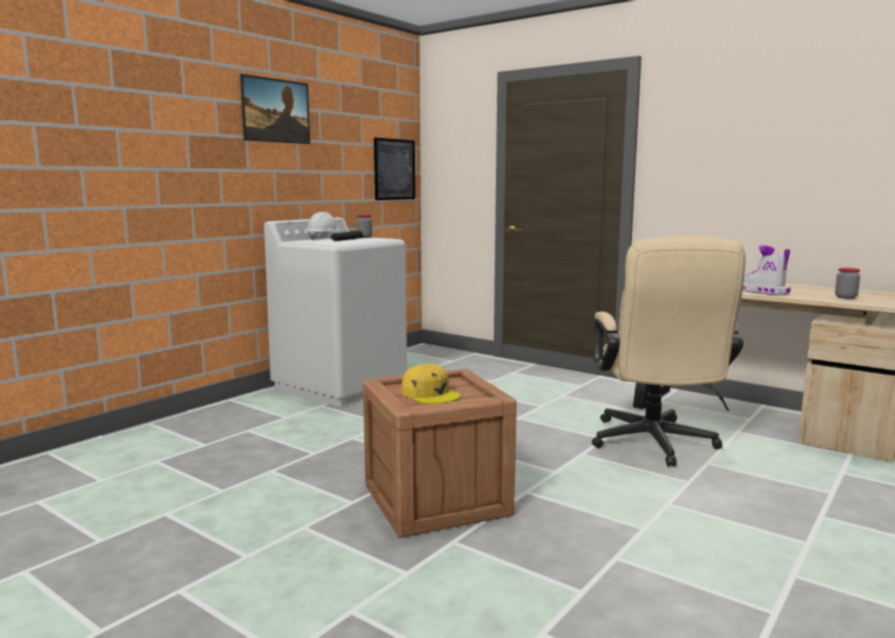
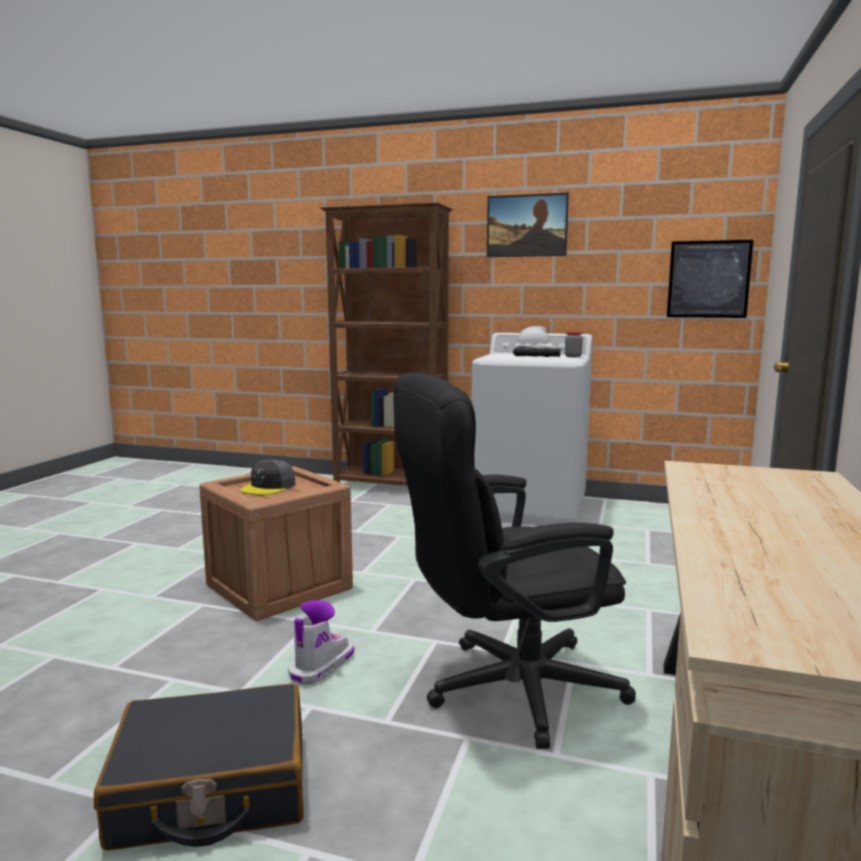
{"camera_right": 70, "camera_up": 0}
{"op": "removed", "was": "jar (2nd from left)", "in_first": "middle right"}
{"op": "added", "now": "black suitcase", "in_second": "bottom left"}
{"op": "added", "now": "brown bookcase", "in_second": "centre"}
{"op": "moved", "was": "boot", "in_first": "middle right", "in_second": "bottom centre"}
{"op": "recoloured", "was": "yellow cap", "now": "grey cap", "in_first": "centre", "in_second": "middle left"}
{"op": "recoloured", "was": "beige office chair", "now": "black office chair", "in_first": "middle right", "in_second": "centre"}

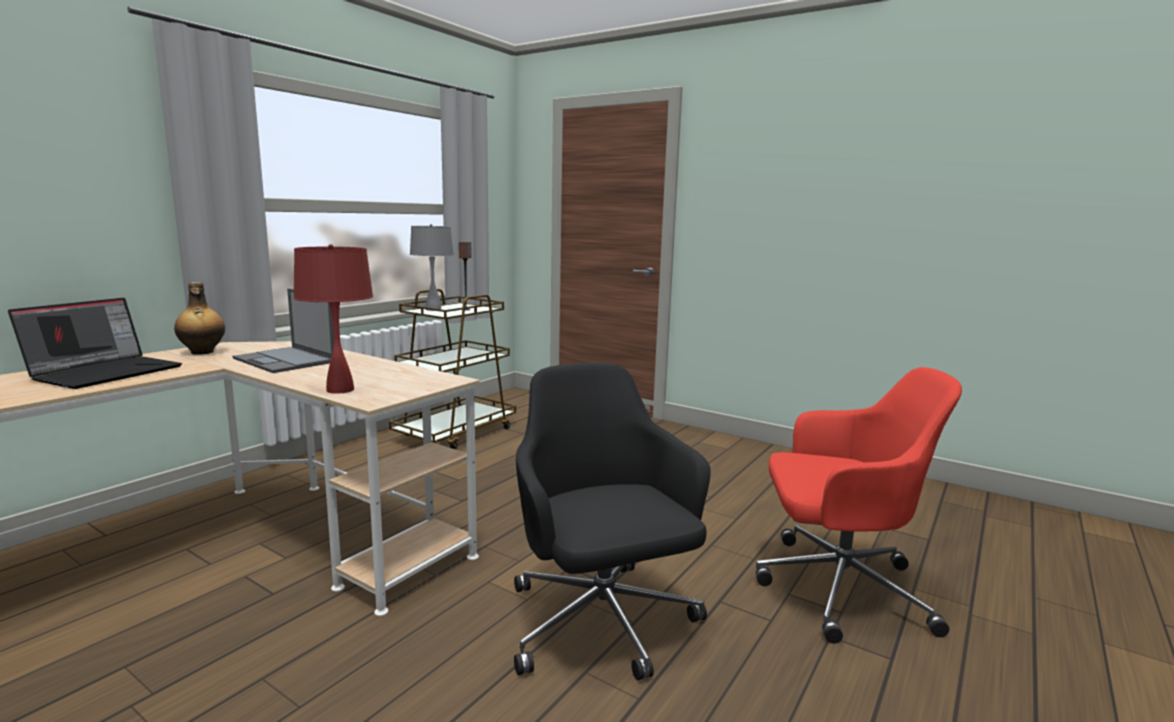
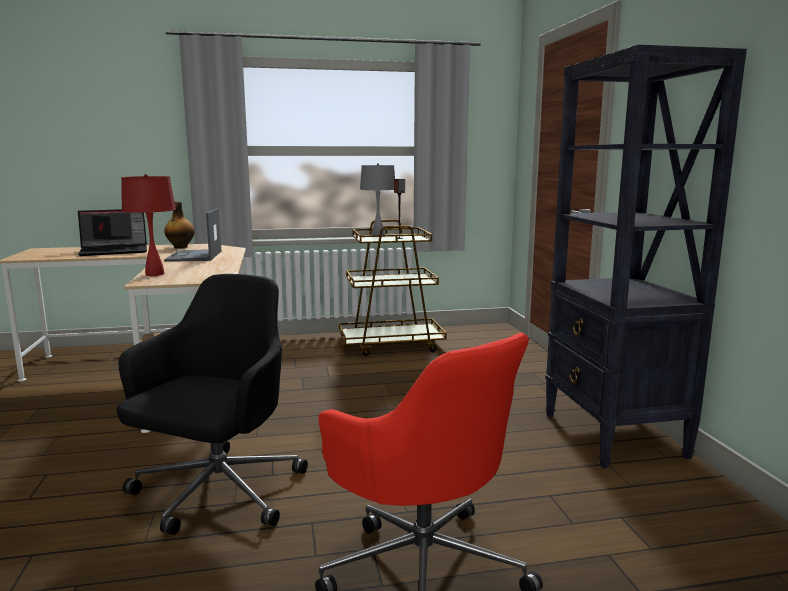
{"camera_right": 45, "camera_up": 0}
{"op": "added", "now": "black bookcase", "in_second": "middle right"}

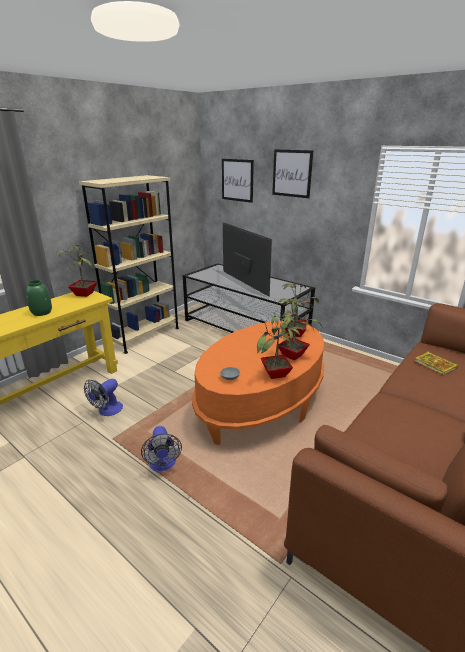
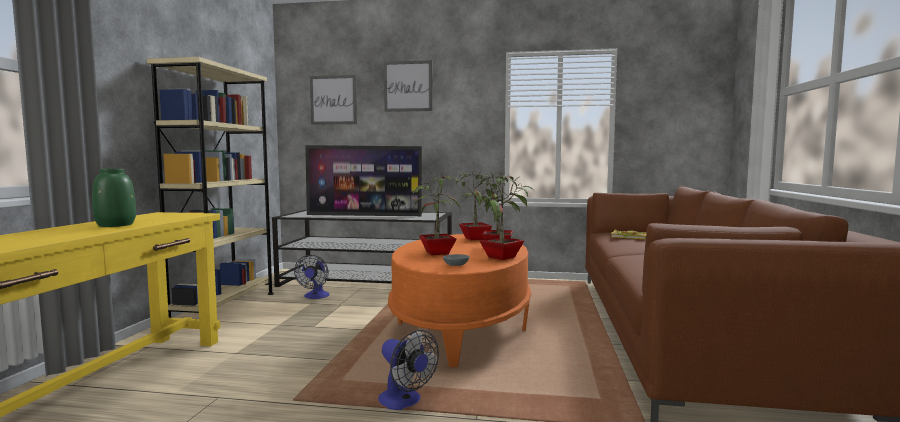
{"camera_right": -30, "camera_up": -20}
{"op": "moved", "was": "potted plant (1st from left)", "in_first": "middle left", "in_second": "centre"}
{"op": "moved", "was": "fan (1st from left)", "in_first": "middle left", "in_second": "centre"}
{"op": "turned", "was": "television", "in_first": "centre", "in_second": "centre", "clockwise": 150}

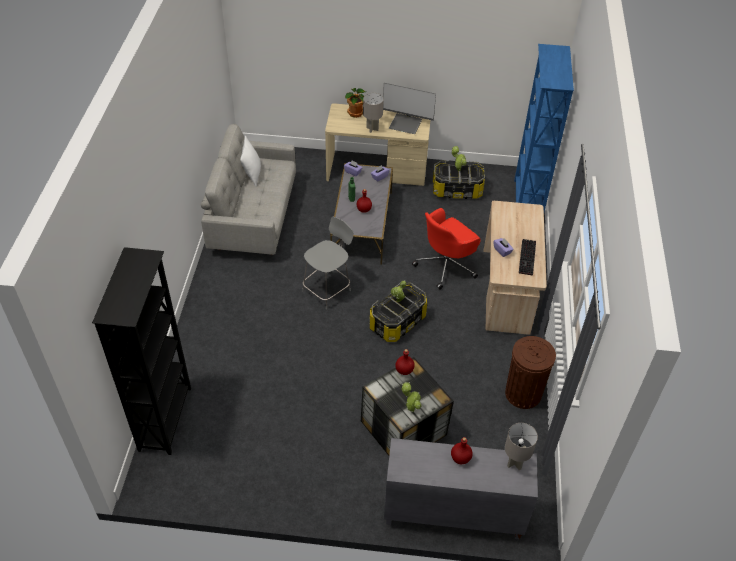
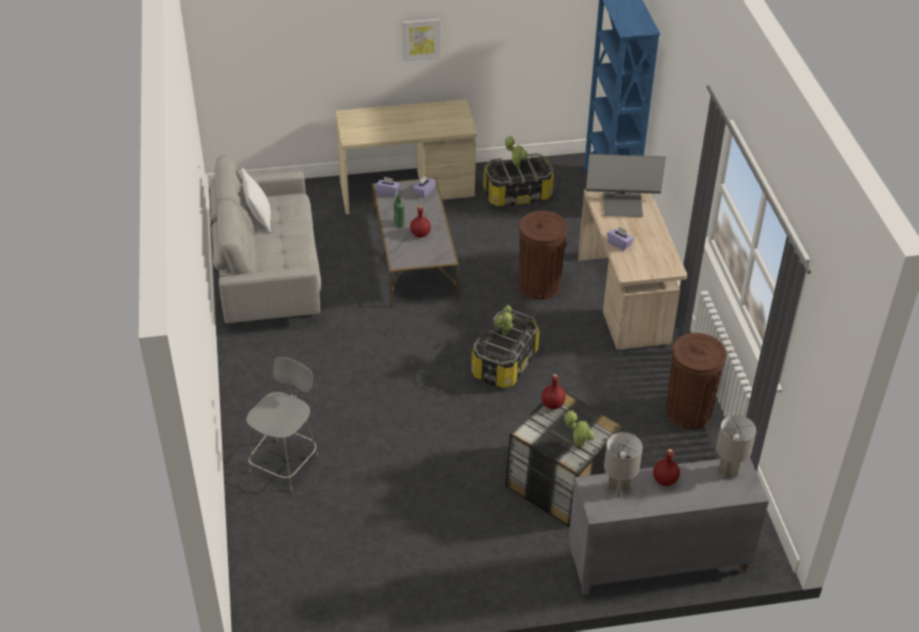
{"camera_right": -15, "camera_up": -5}
{"op": "removed", "was": "black bookcase", "in_first": "middle left"}
{"op": "removed", "was": "potted plant (1st from left)", "in_first": "top centre"}
{"op": "removed", "was": "keyboard", "in_first": "middle right"}
{"op": "added", "now": "picture", "in_second": "top centre"}
{"op": "moved", "was": "grey chair", "in_first": "centre", "in_second": "bottom left"}
{"op": "moved", "was": "grey table lamp (1st from left)", "in_first": "top centre", "in_second": "bottom right"}
{"op": "moved", "was": "monitor", "in_first": "top centre", "in_second": "top right"}
{"op": "replaced", "was": "red office chair", "now": "brown trash can (1st from left)", "in_first": "centre", "in_second": "centre"}

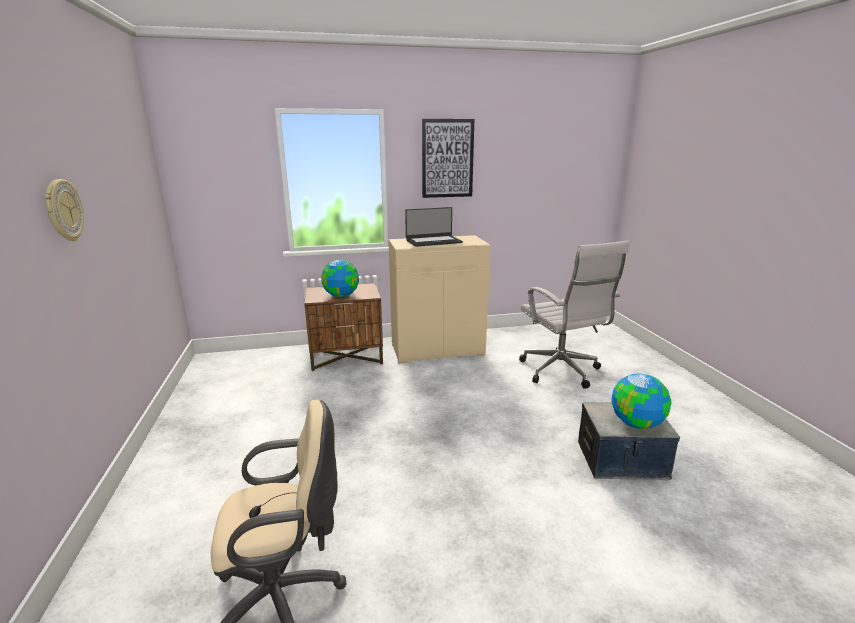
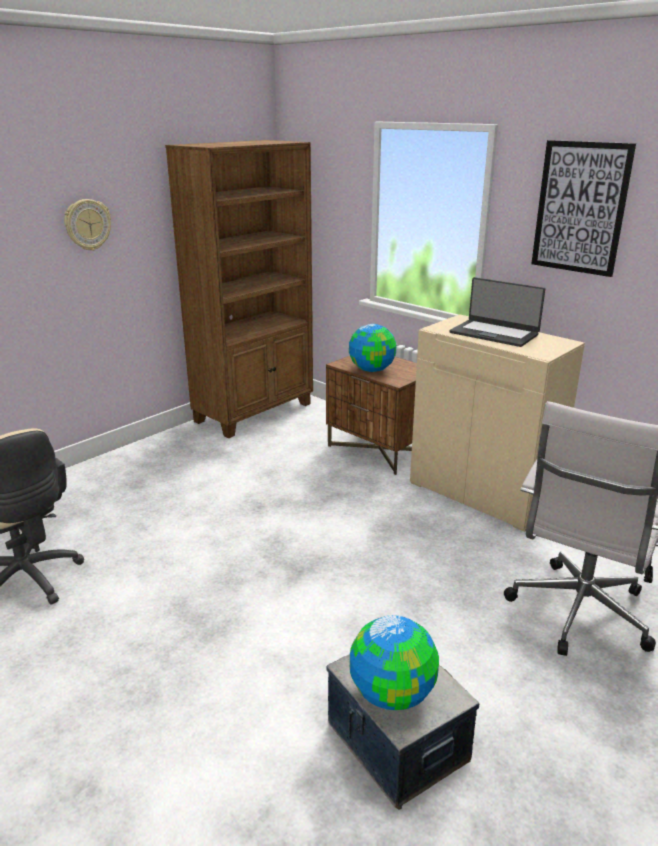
{"camera_right": 55, "camera_up": 5}
{"op": "added", "now": "brown bookcase", "in_second": "centre"}

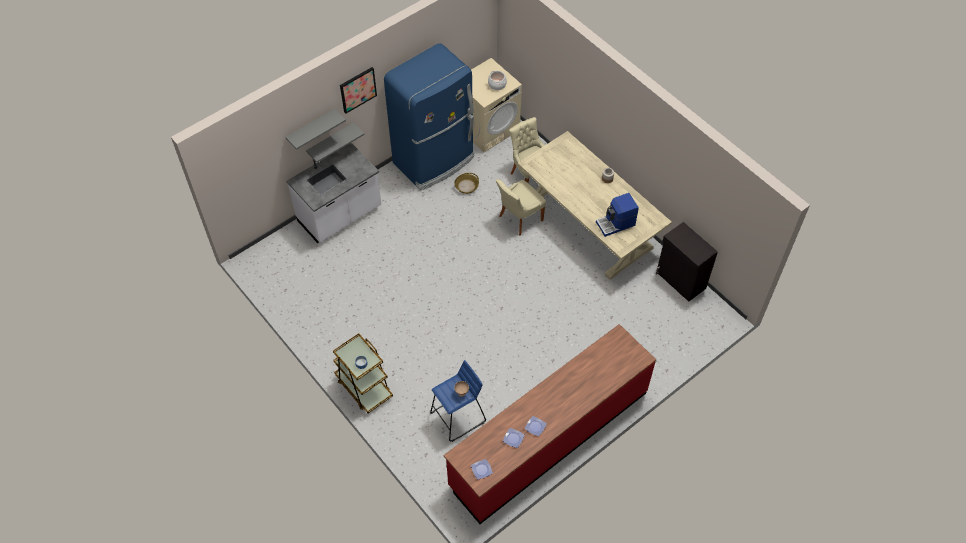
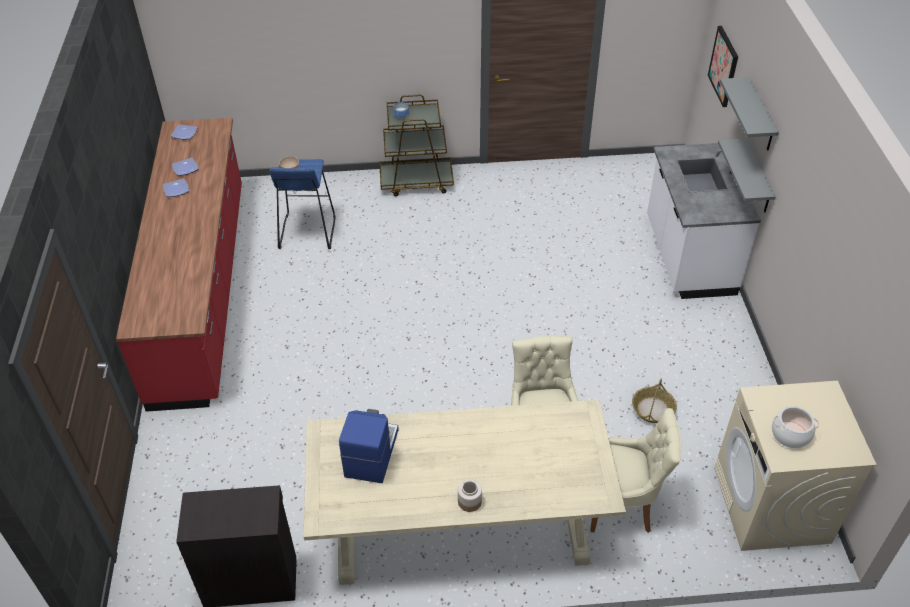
{"camera_right": 125, "camera_up": -10}
{"op": "removed", "was": "blue fridge", "in_first": "top centre"}
{"op": "moved", "was": "picture", "in_first": "top centre", "in_second": "top right"}

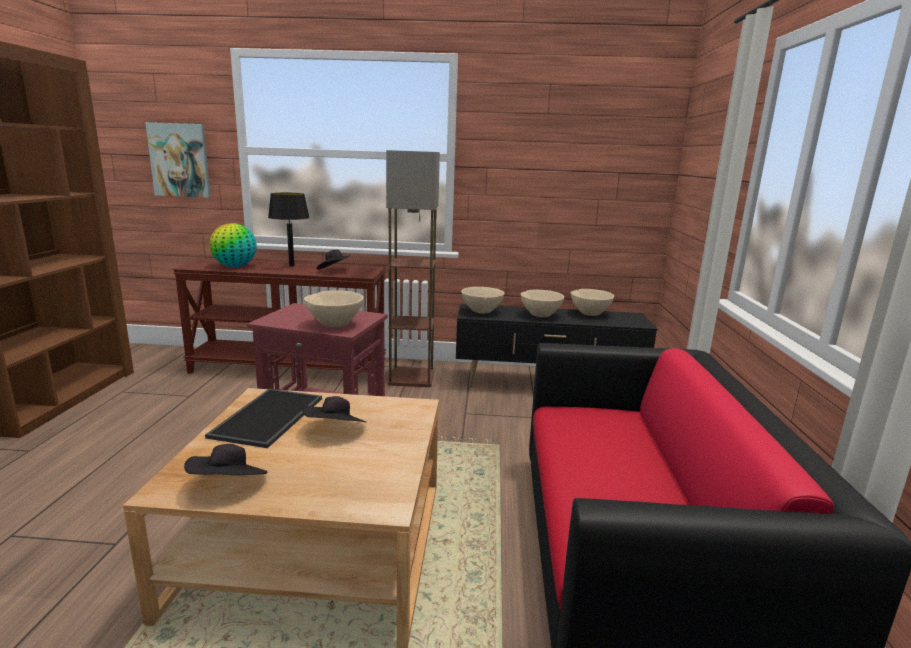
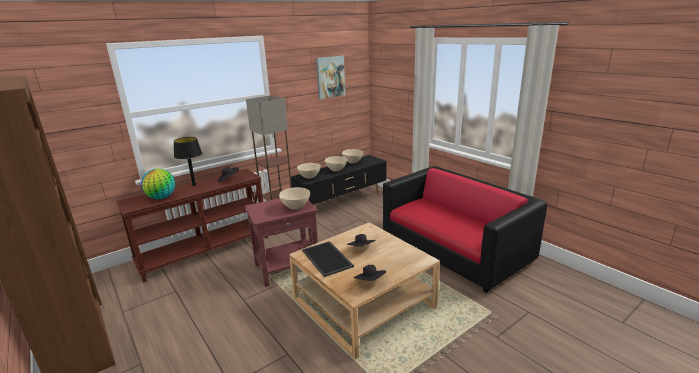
{"camera_right": -40, "camera_up": 5}
{"op": "moved", "was": "picture", "in_first": "top left", "in_second": "top centre"}

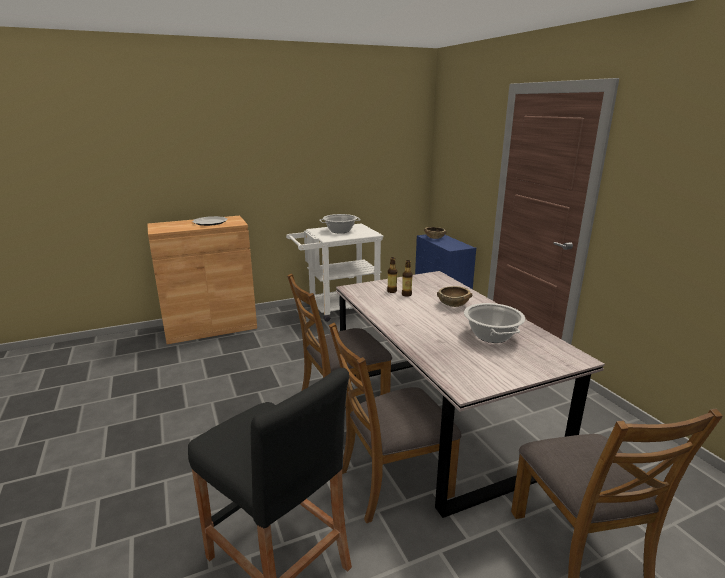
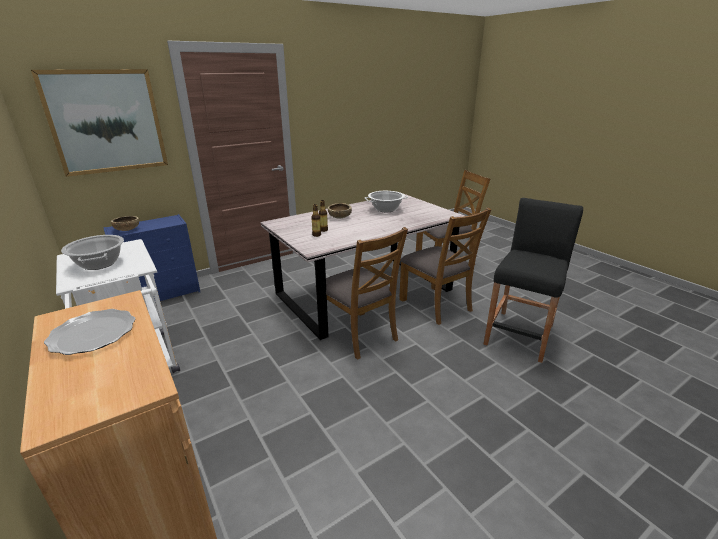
{"camera_right": -100, "camera_up": 5}
{"op": "added", "now": "picture", "in_second": "top left"}

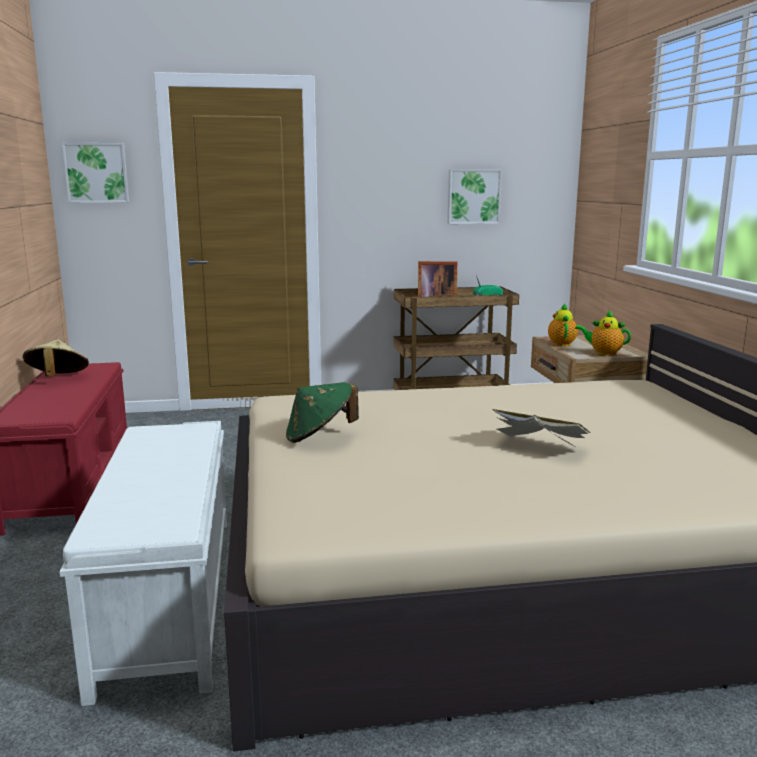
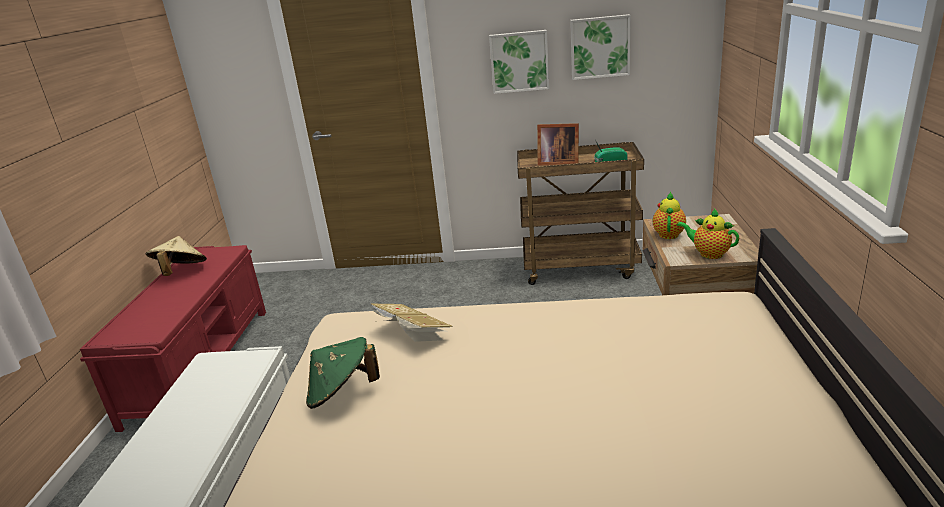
{"camera_right": 15, "camera_up": 10}
{"op": "moved", "was": "picture (1st from left)", "in_first": "top left", "in_second": "top centre"}
{"op": "moved", "was": "book", "in_first": "middle right", "in_second": "centre"}

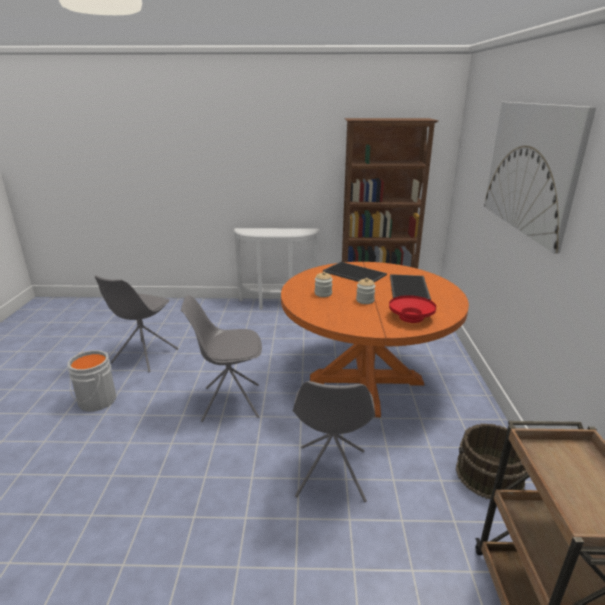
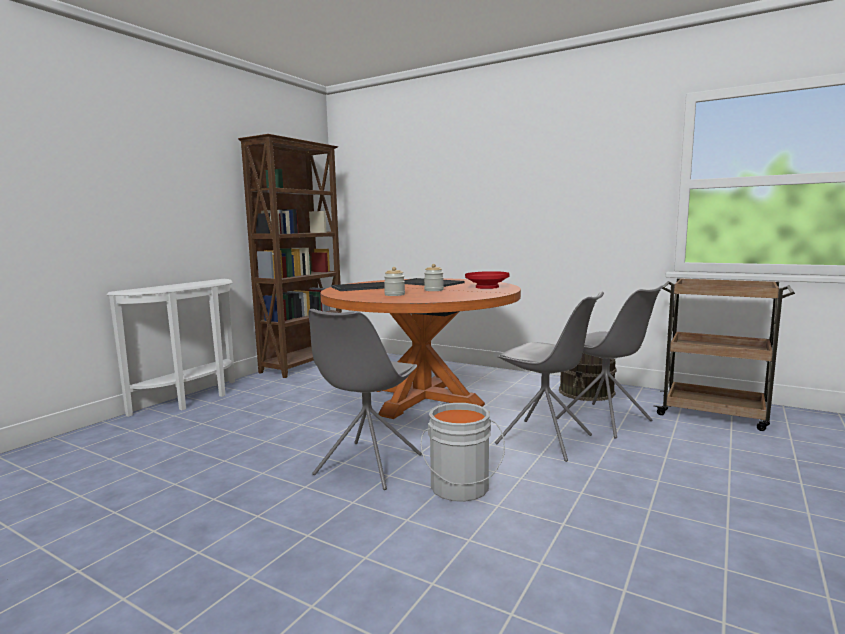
{"camera_right": -60, "camera_up": -15}
{"op": "removed", "was": "picture", "in_first": "top right"}
{"op": "moved", "was": "grey bucket", "in_first": "middle left", "in_second": "bottom centre"}
{"op": "moved", "was": "grey chair (1st from left in the first image)", "now": "grey chair (3rd from left)", "in_first": "middle left", "in_second": "middle right"}

